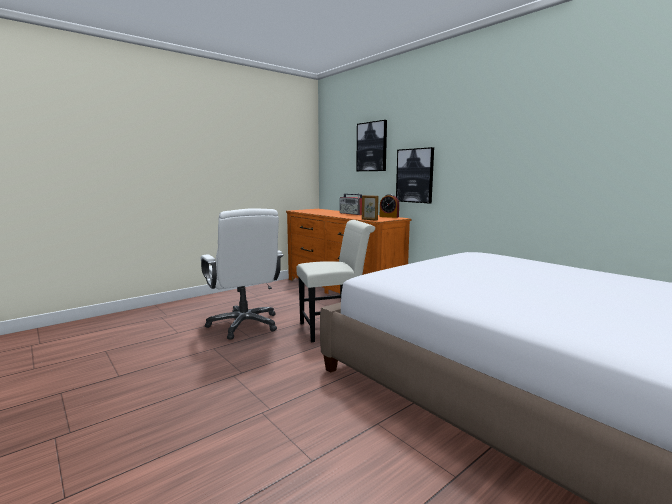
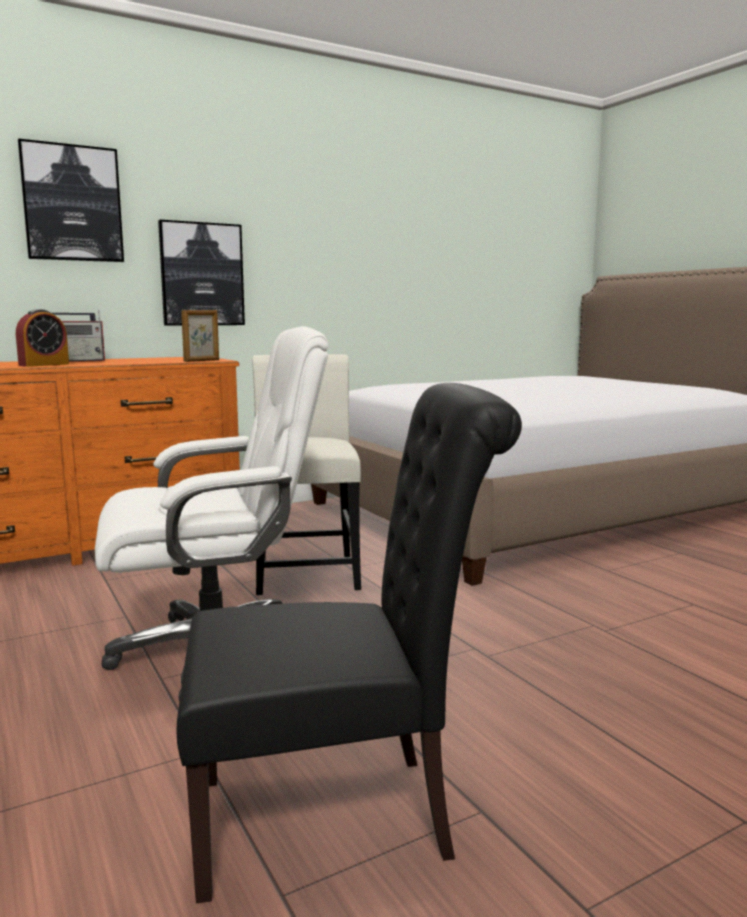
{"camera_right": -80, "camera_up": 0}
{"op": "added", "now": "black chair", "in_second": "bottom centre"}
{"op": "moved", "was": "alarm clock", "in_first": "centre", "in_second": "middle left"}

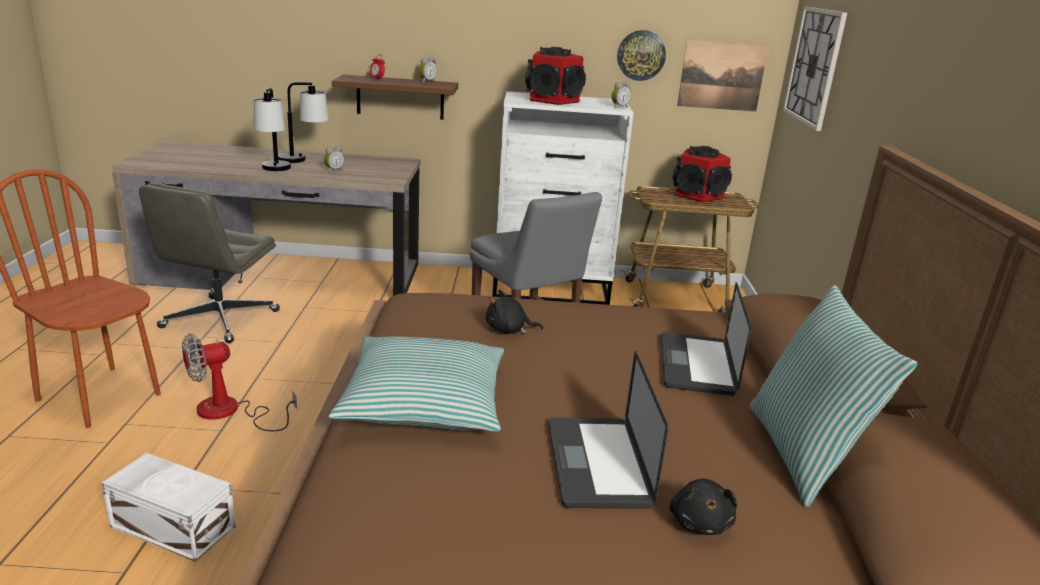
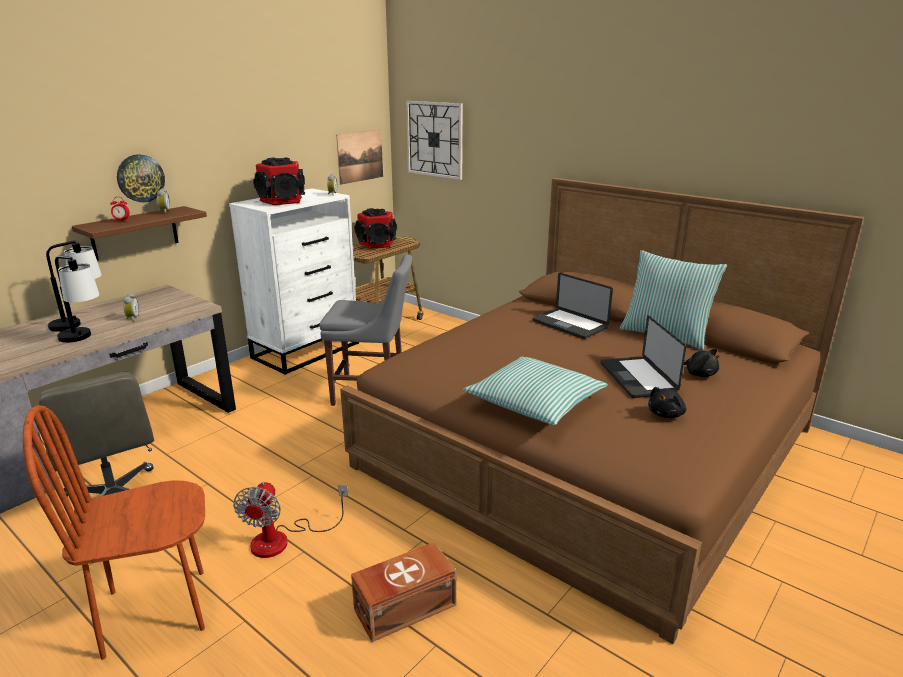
{"camera_right": -50, "camera_up": 0}
{"op": "moved", "was": "black plush toy (1st from left)", "in_first": "centre", "in_second": "middle right"}
{"op": "moved", "was": "wall clock (1st from left)", "in_first": "top centre", "in_second": "top left"}
{"op": "recoloured", "was": "white storage box", "now": "brown storage box", "in_first": "bottom left", "in_second": "bottom centre"}
{"op": "turned", "was": "laptop (1st from left in the first image)", "in_first": "bottom centre", "in_second": "middle right", "clockwise": 45}

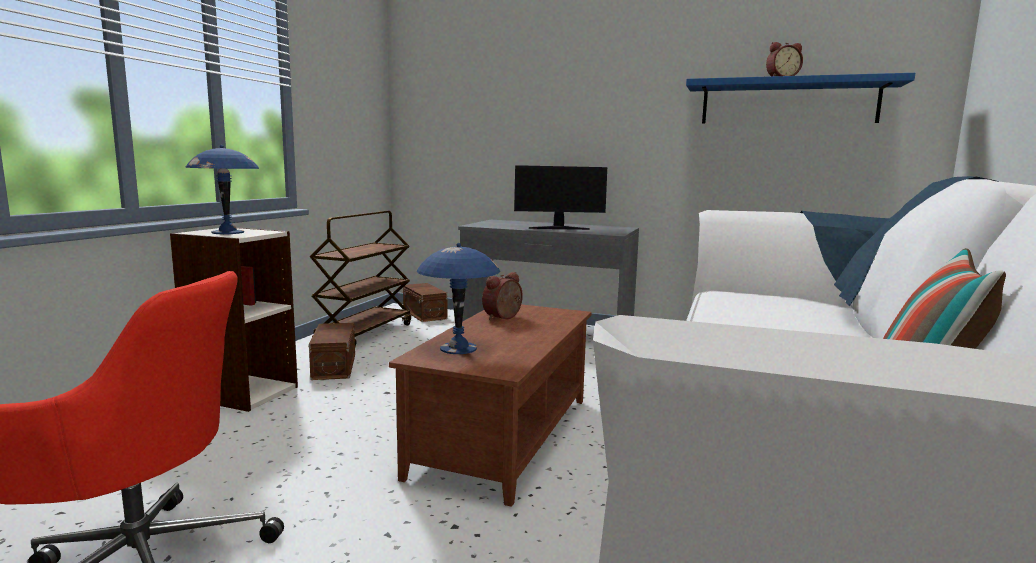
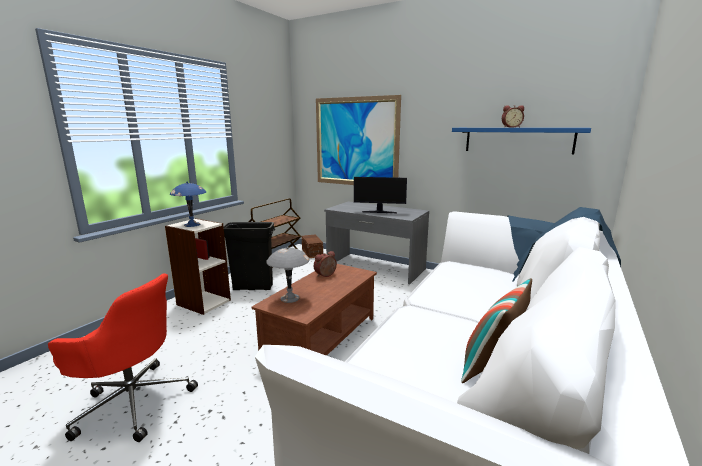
{"camera_right": 10, "camera_up": 5}
{"op": "added", "now": "picture", "in_second": "top centre"}
{"op": "replaced", "was": "brown storage box (1st from left)", "now": "black trash can", "in_first": "middle left", "in_second": "centre"}
{"op": "recoloured", "was": "blue table lamp (2nd from left)", "now": "grey table lamp", "in_first": "centre", "in_second": "centre"}

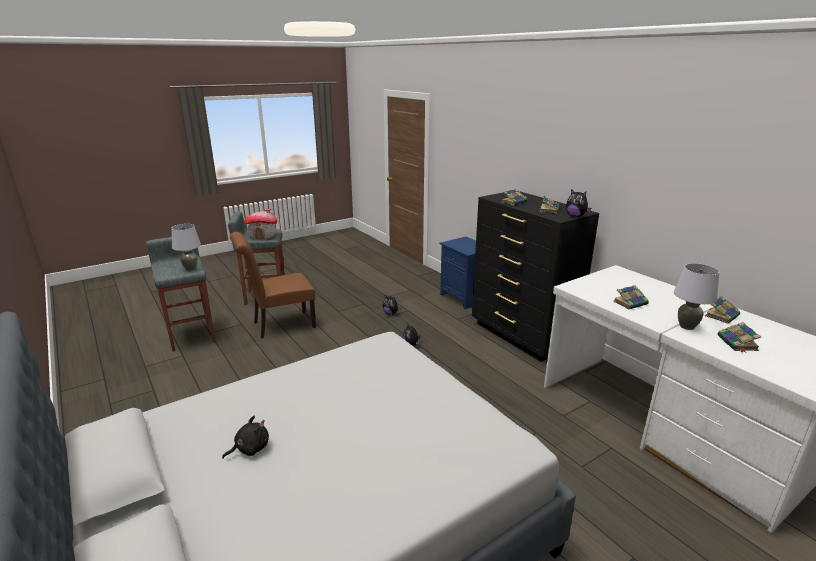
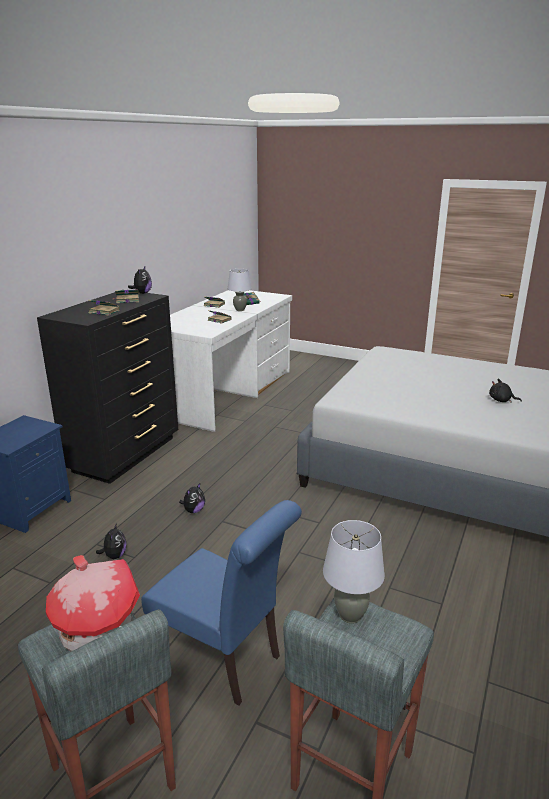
{"camera_right": -120, "camera_up": 0}
{"op": "recoloured", "was": "brown chair", "now": "blue chair", "in_first": "centre", "in_second": "bottom centre"}

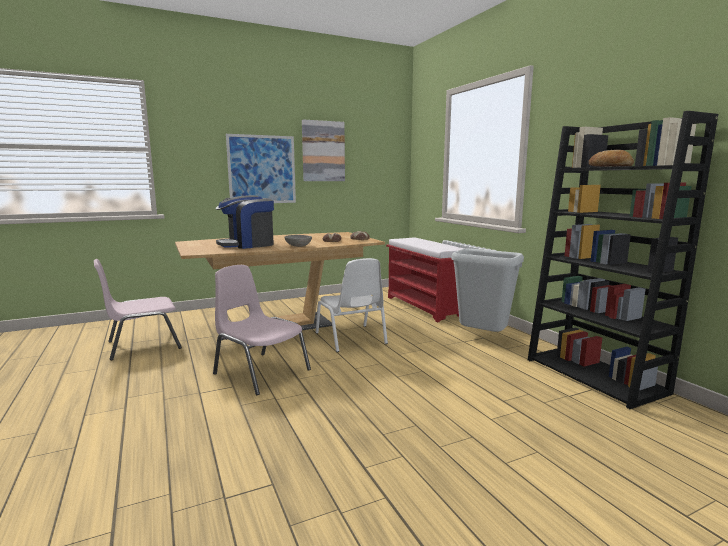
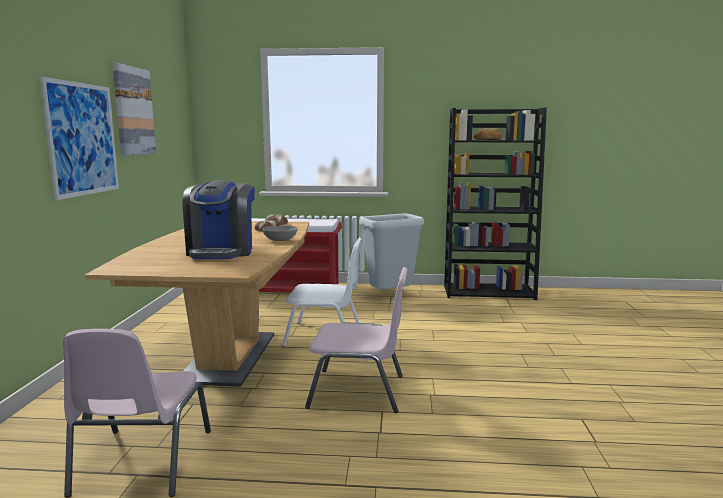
{"camera_right": -60, "camera_up": 0}
{"op": "turned", "was": "pink chair (2nd from left)", "in_first": "centre", "in_second": "bottom centre", "clockwise": -150}

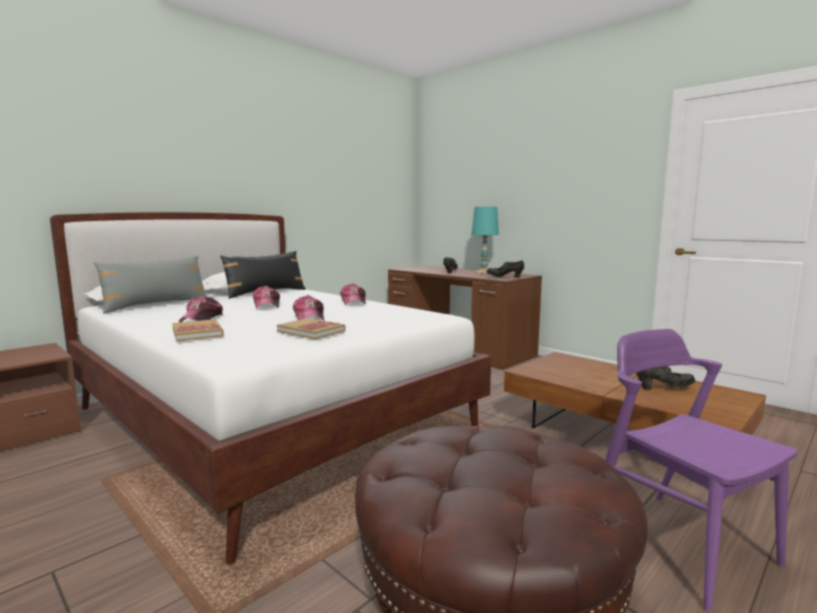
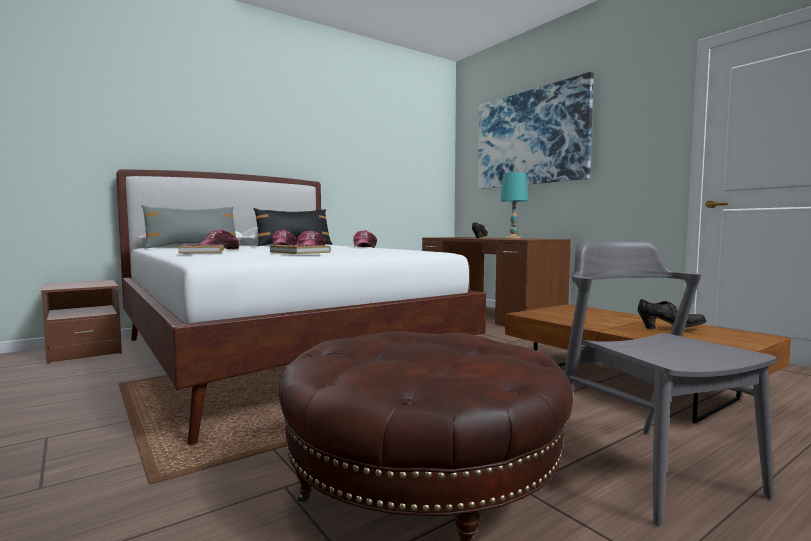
{"camera_right": 10, "camera_up": -5}
{"op": "removed", "was": "black shoe (2nd from left)", "in_first": "centre"}
{"op": "added", "now": "picture", "in_second": "top centre"}
{"op": "recoloured", "was": "purple chair", "now": "grey chair", "in_first": "bottom right", "in_second": "bottom right"}

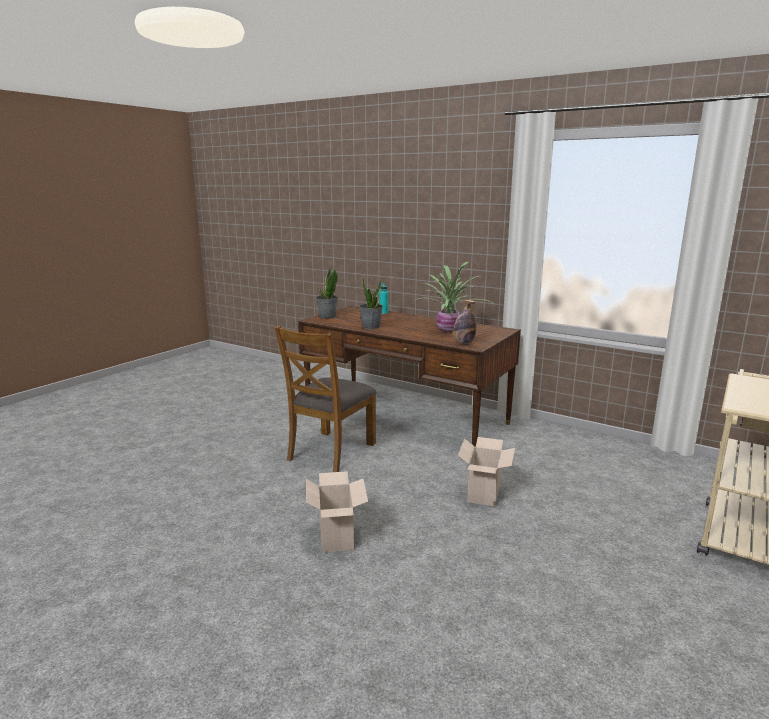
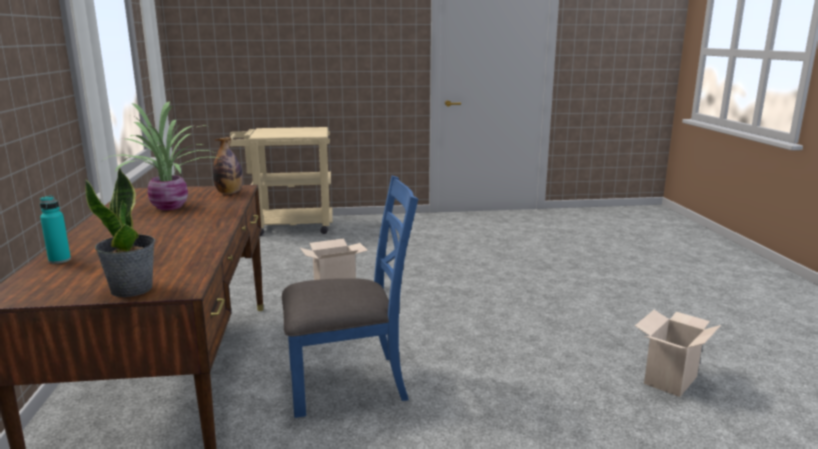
{"camera_right": -130, "camera_up": 0}
{"op": "removed", "was": "potted plant (2nd from left)", "in_first": "centre"}
{"op": "moved", "was": "cardboard box (1st from left in the first image)", "now": "cardboard box (2nd from left)", "in_first": "bottom centre", "in_second": "bottom right"}
{"op": "recoloured", "was": "brown chair", "now": "blue chair", "in_first": "centre", "in_second": "centre"}

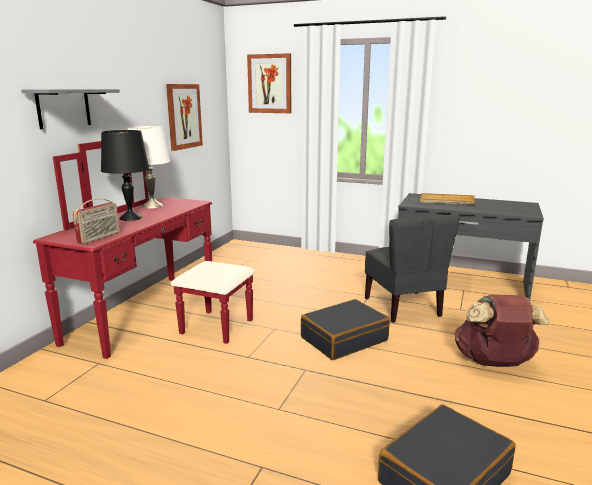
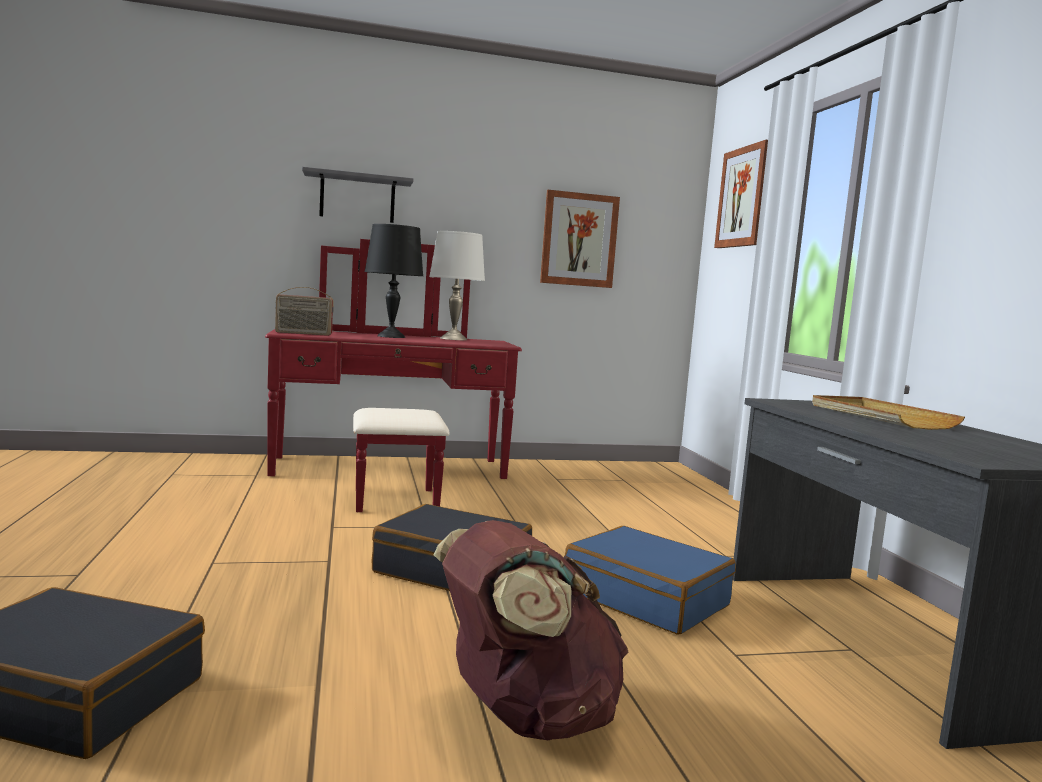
{"camera_right": 55, "camera_up": -10}
{"op": "replaced", "was": "grey chair", "now": "blue suitcase", "in_first": "middle right", "in_second": "bottom centre"}

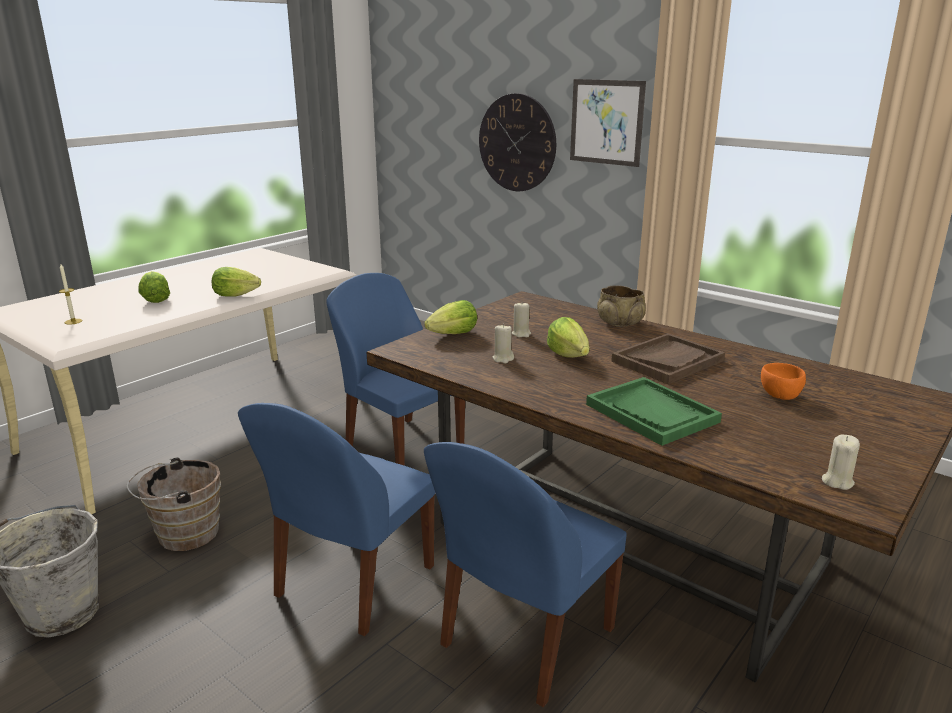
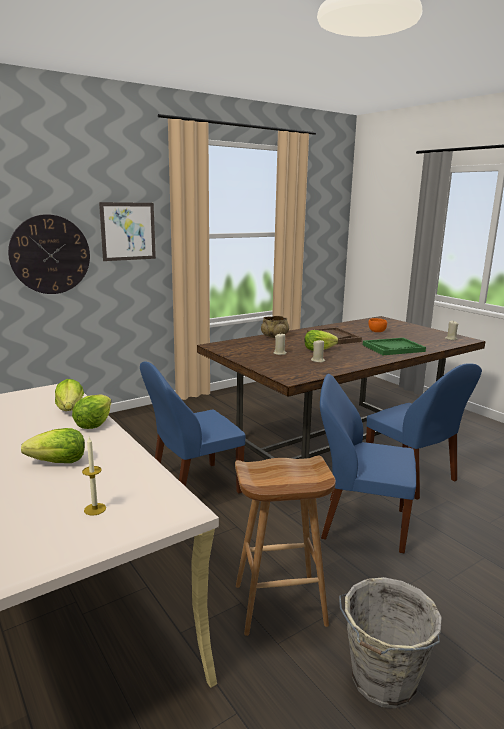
{"camera_right": -75, "camera_up": -5}
{"op": "moved", "was": "lettuce (3rd from left in the first image)", "now": "lettuce (2nd from left)", "in_first": "centre", "in_second": "middle left"}
{"op": "replaced", "was": "brown bucket", "now": "brown stool", "in_first": "bottom left", "in_second": "bottom centre"}
{"op": "turned", "was": "blue chair (1st from left in the first image)", "in_first": "bottom centre", "in_second": "middle right", "clockwise": 150}

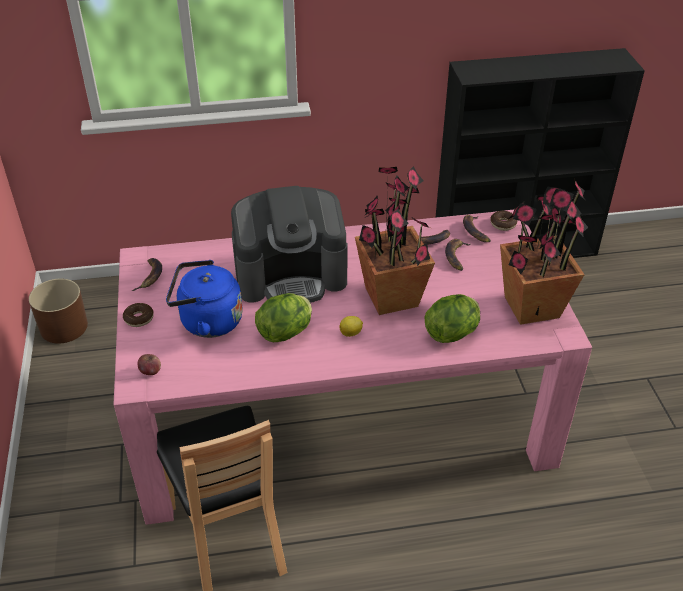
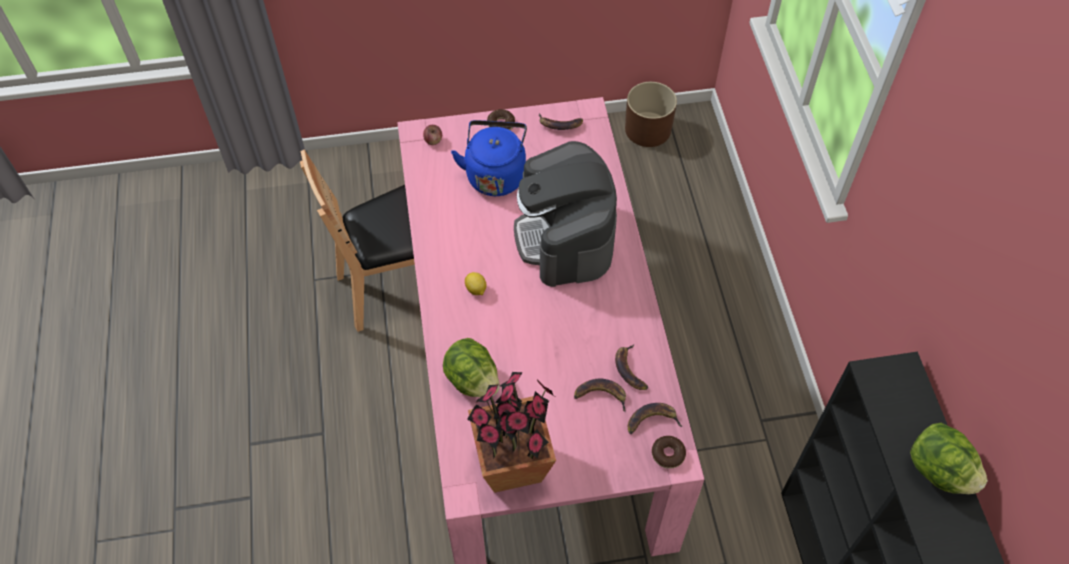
{"camera_right": 90, "camera_up": 15}
{"op": "removed", "was": "potted plant (1st from left)", "in_first": "centre"}
{"op": "moved", "was": "lettuce (1st from left in the first image)", "now": "lettuce (2nd from left)", "in_first": "centre", "in_second": "bottom right"}

